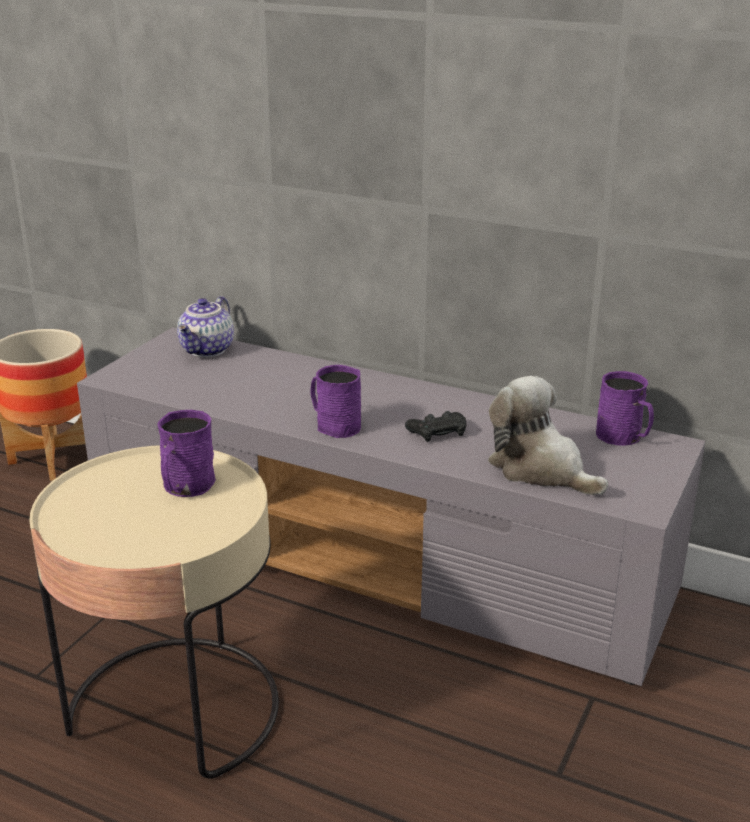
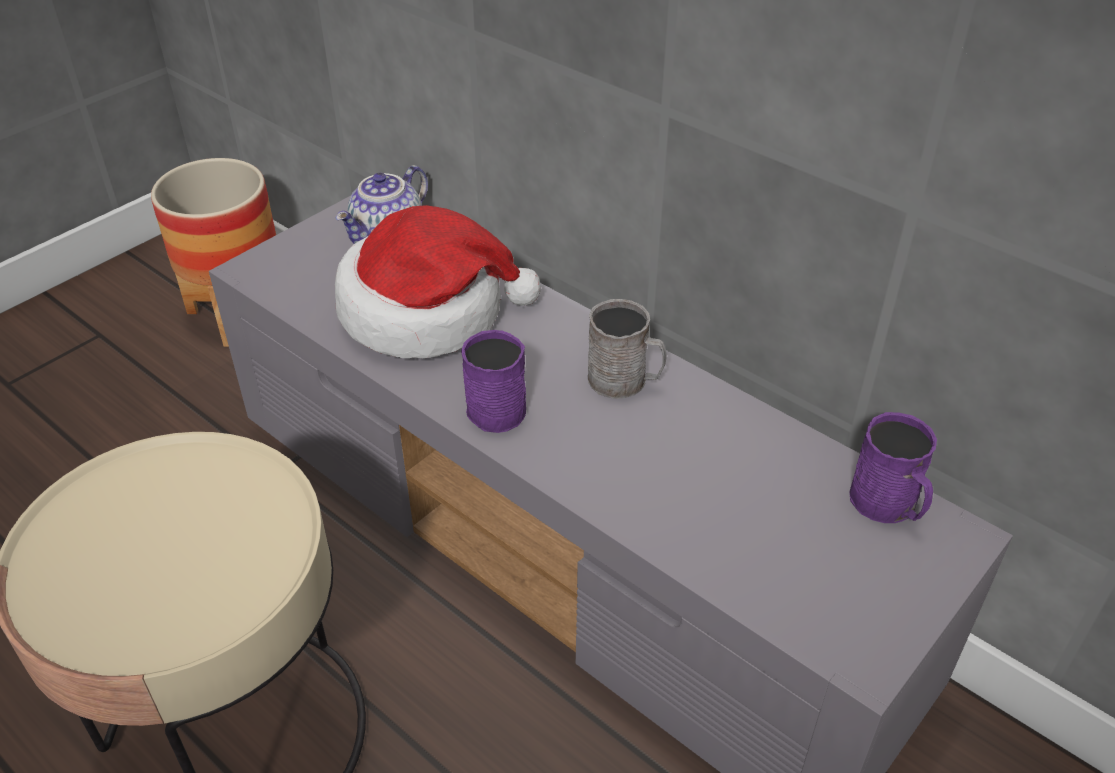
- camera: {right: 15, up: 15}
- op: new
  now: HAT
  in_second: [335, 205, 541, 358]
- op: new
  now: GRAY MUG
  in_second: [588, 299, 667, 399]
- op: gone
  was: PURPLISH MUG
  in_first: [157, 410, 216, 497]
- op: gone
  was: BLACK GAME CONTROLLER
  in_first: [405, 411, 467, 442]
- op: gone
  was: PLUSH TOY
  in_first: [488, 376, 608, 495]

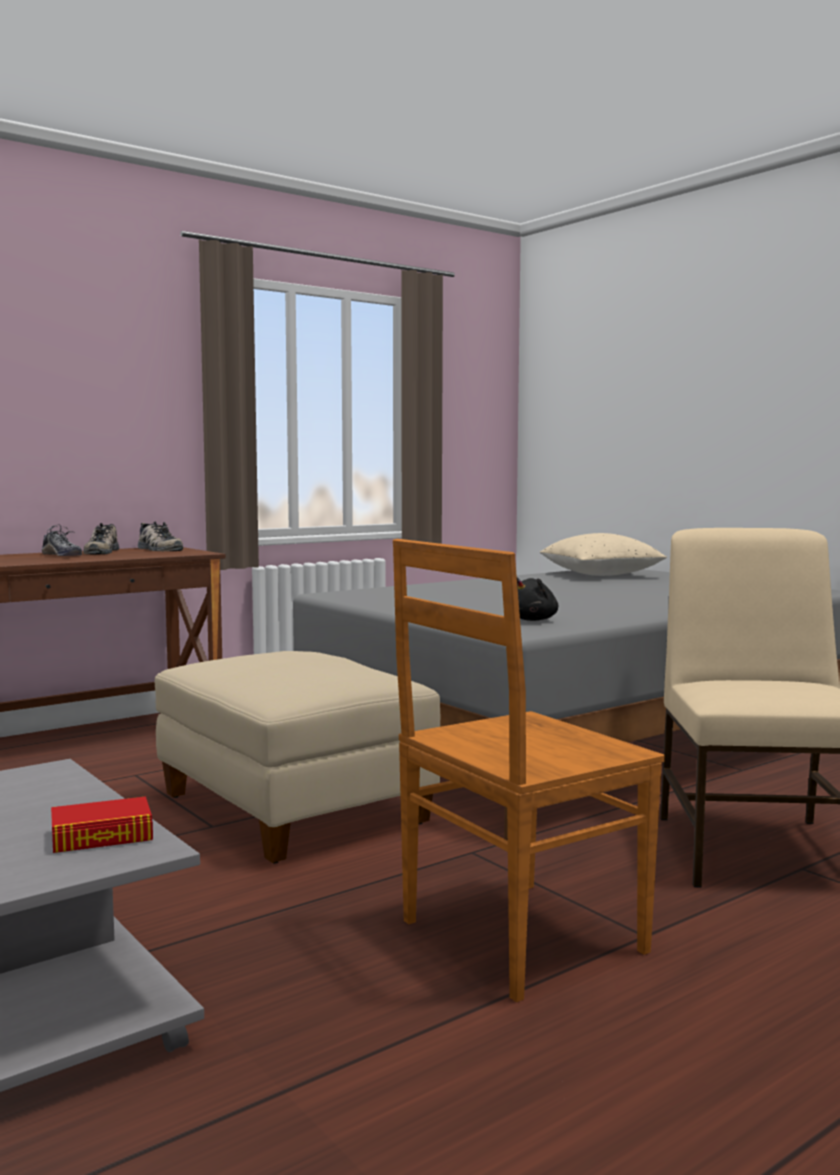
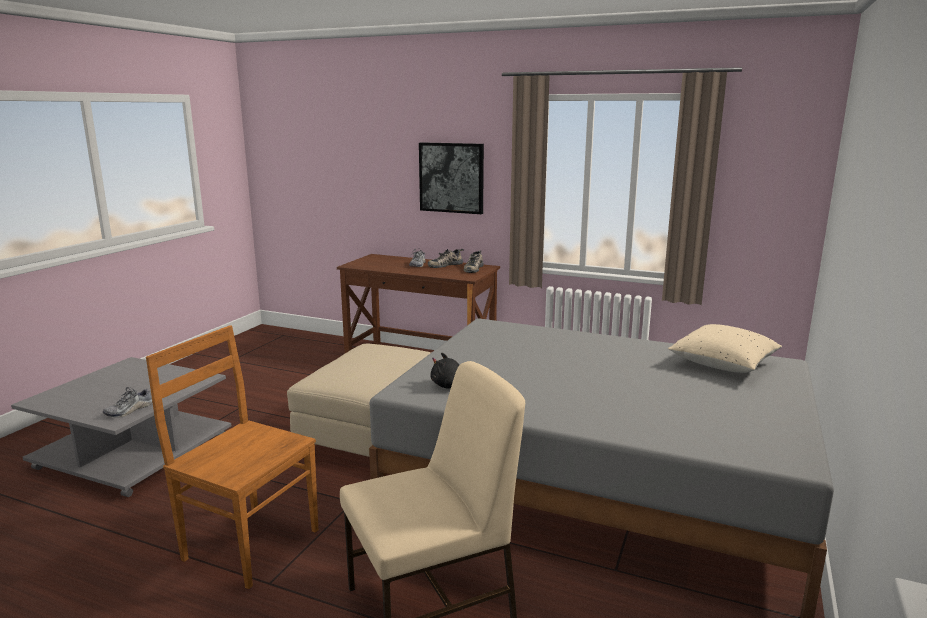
- camera: {right: 60, up: 10}
- op: swapped
  was: VOLUME
  now: LOW SHOE
  in_first: [51, 796, 153, 853]
  in_second: [103, 387, 152, 417]
- op: new
  now: PICTURE
  in_second: [419, 142, 484, 214]

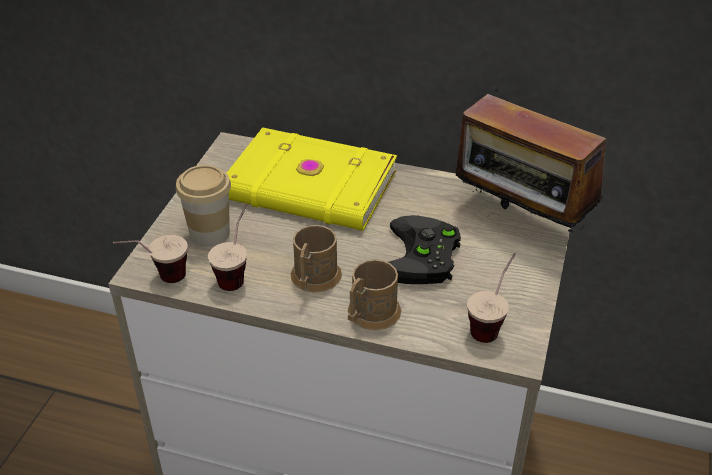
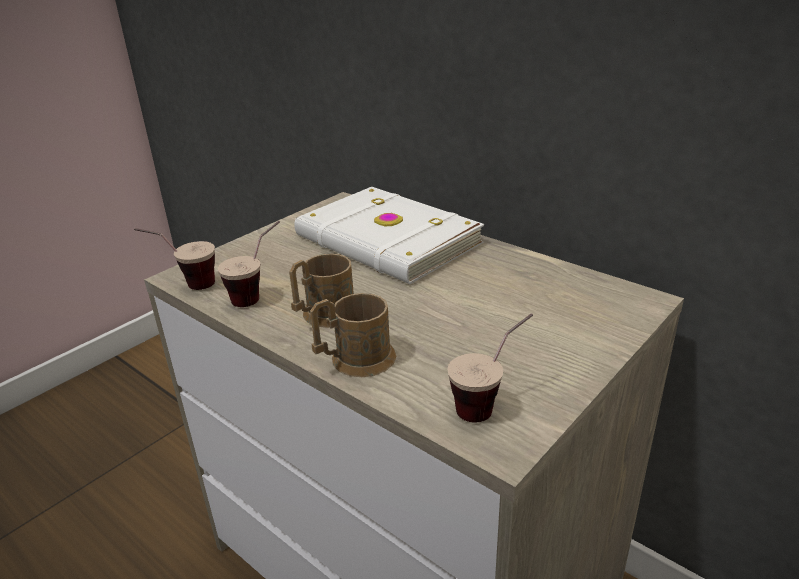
- camera: {right: 25, up: -10}
- op: repainted
  was: YELLOWISH VOLUME
  now: WHITE-COLOURED VOLUME
  in_first: [227, 127, 397, 231]
  in_second: [294, 187, 484, 284]
- op: gone
  was: DRINKING CUP
  in_first: [176, 165, 231, 247]
- op: gone
  was: BLACK GAME CONTROLLER
  in_first: [388, 215, 461, 284]
- op: gone
  was: RADIO RECEIVER
  in_first: [455, 90, 606, 232]

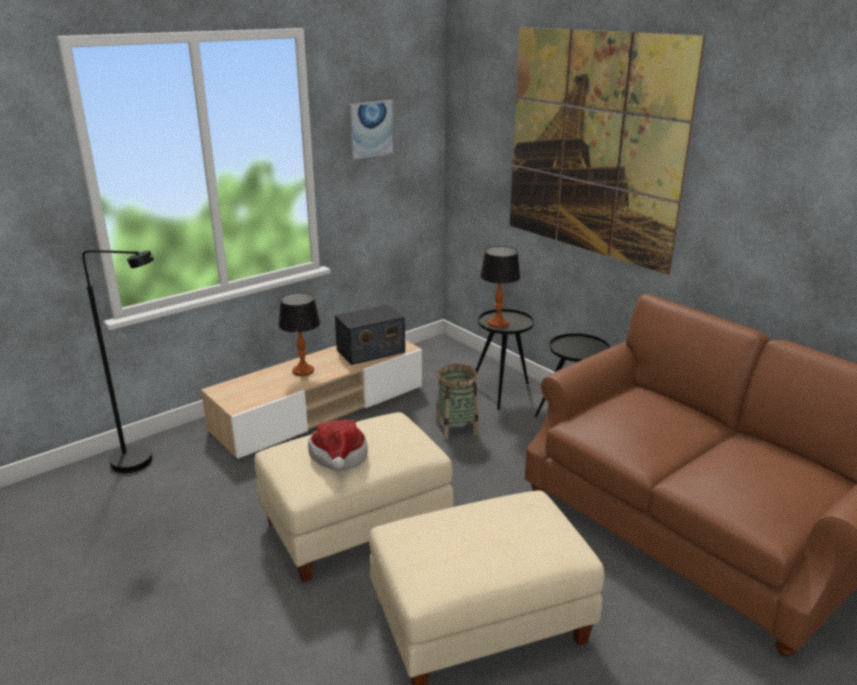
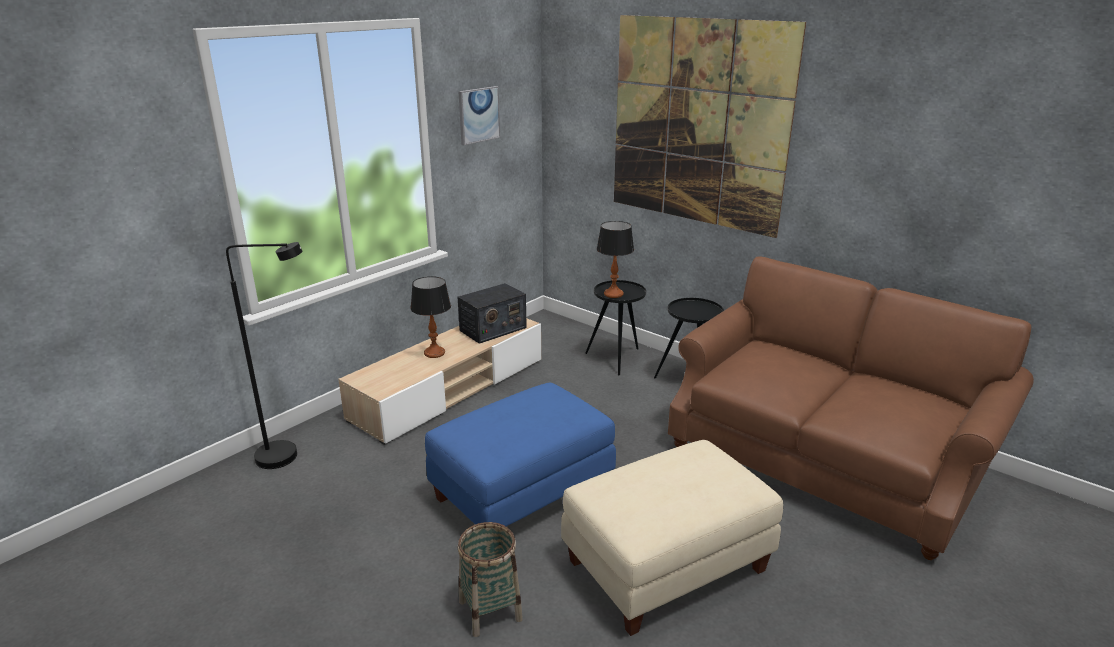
- camera: {right: -10, up: 0}
- op: repainted
  was: SAND-COLOURED FOOTREST
  now: BLUE FOOTREST
  in_first: [254, 412, 454, 583]
  in_second: [425, 382, 616, 526]
- op: shifted
  was: BASKET
  in_first: [436, 364, 479, 440]
  in_second: [458, 522, 523, 637]
- op: gone
  was: HAT
  in_first: [308, 420, 368, 471]

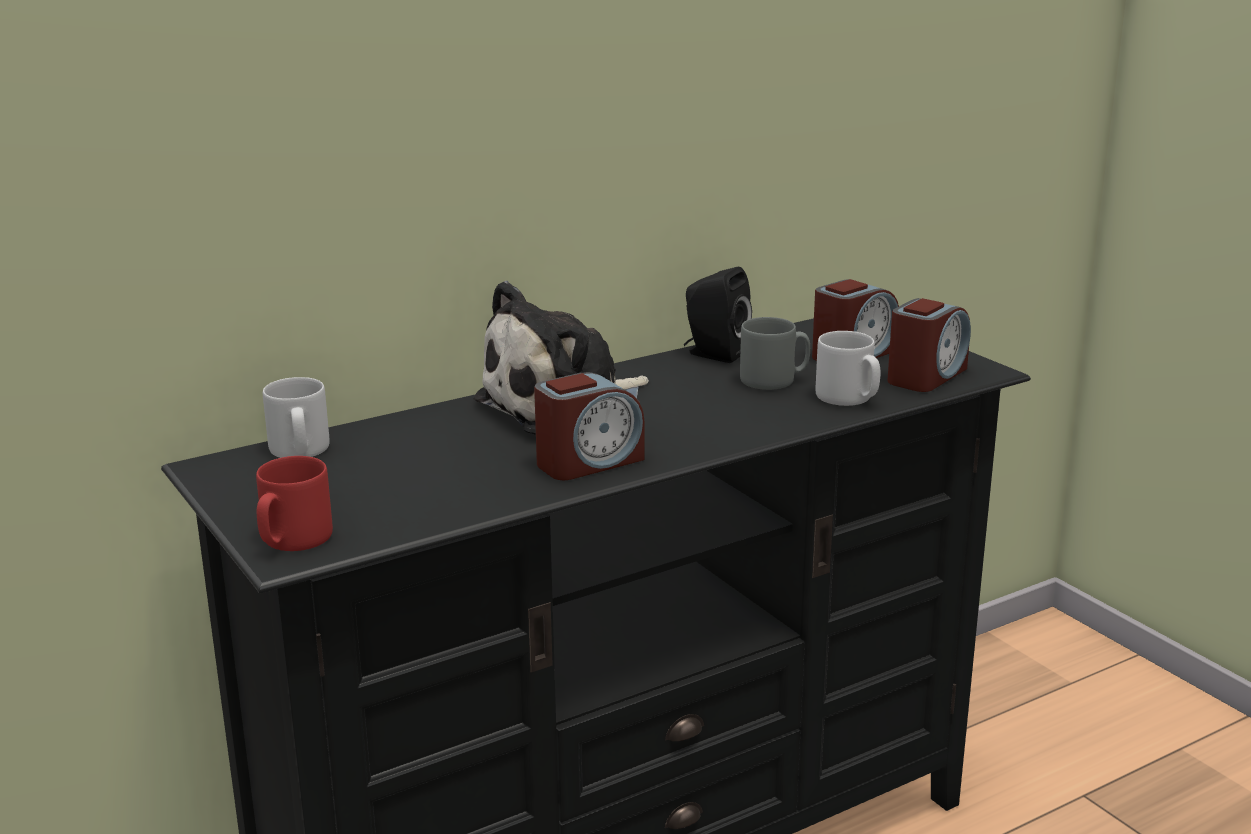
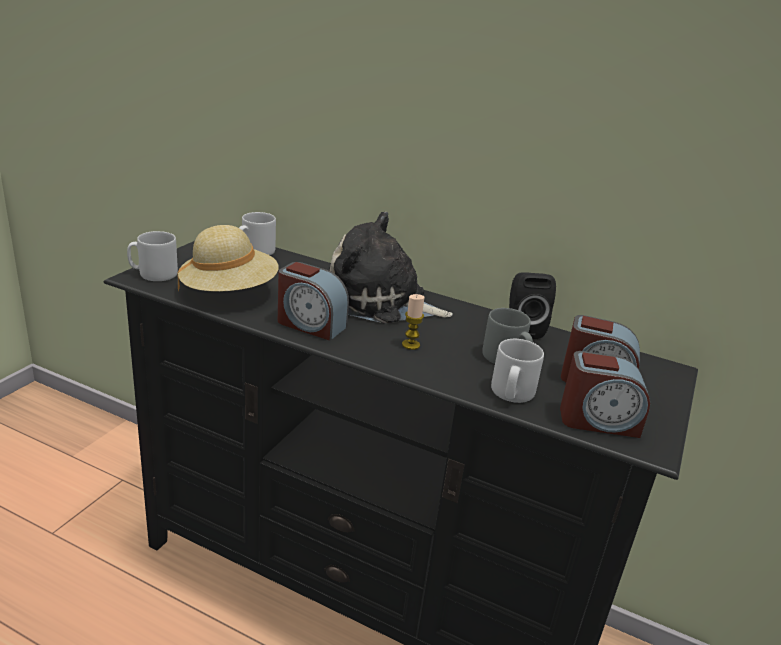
- camera: {right: 55, up: 5}
- op: repainted
  was: REDDISH MUG
  now: GRAY MUG
  in_first: [256, 456, 333, 551]
  in_second: [127, 231, 178, 281]
- op: new
  now: SAND-COLOURED HAT
  in_second: [177, 225, 278, 292]
- op: new
  now: CANDLE
  in_second: [402, 294, 424, 350]

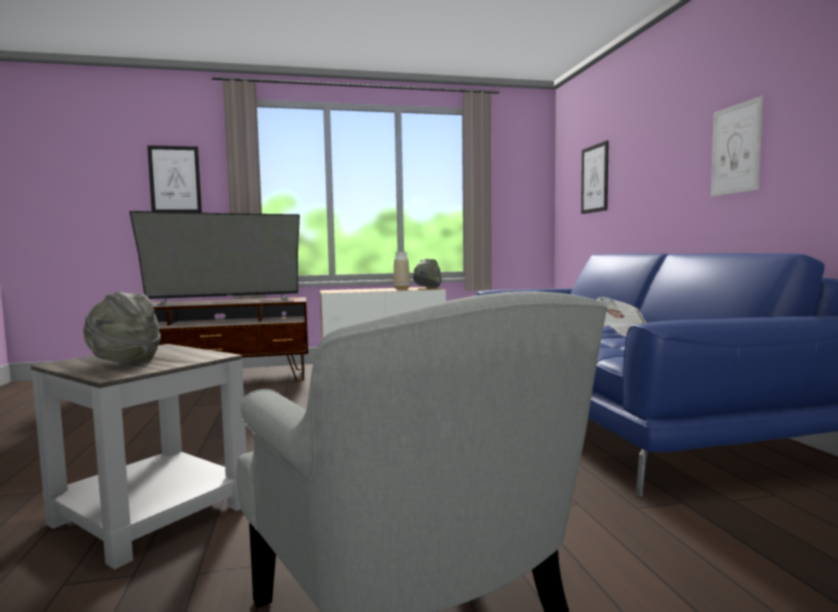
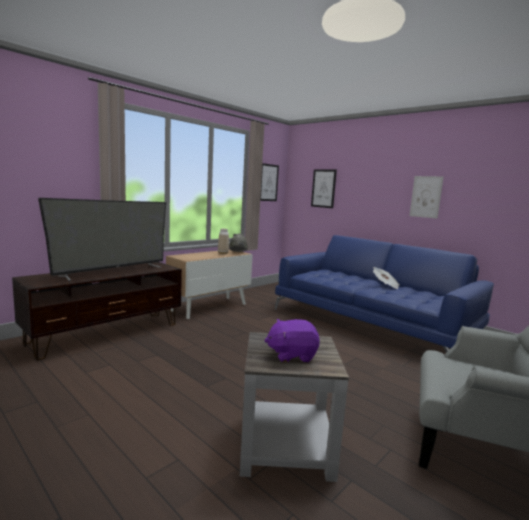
- camera: {right: -35, up: 5}
- op: shifted
  was: PICTURE
  in_first: [147, 145, 202, 213]
  in_second: [260, 163, 279, 201]
- op: swapped
  was: GRAY HAT
  now: PURPLISH PLUSH TOY
  in_first: [83, 292, 161, 364]
  in_second: [264, 319, 320, 362]

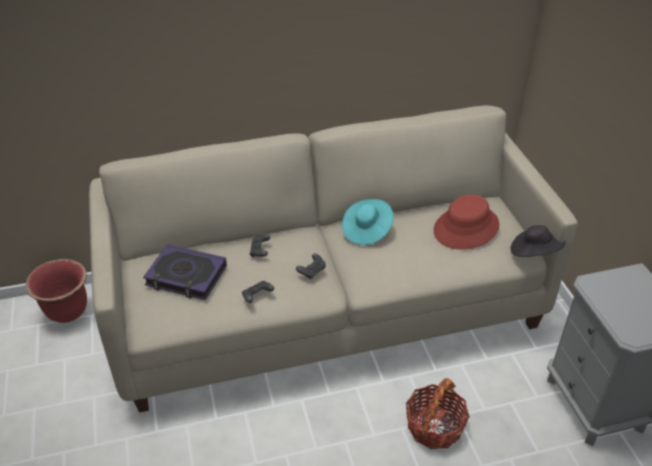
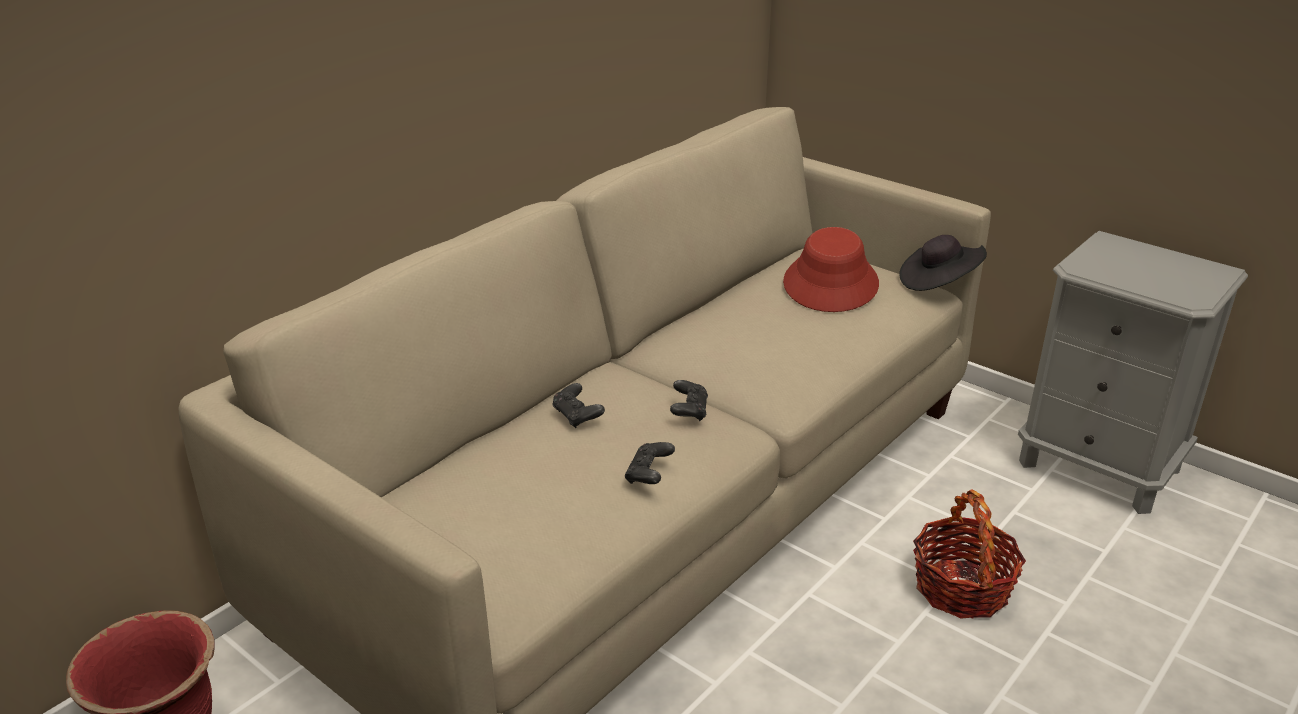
- camera: {right: -35, up: -10}
- op: gone
  was: VOLUME
  in_first: [143, 244, 227, 300]
- op: gone
  was: TURQUOISE HAT
  in_first: [342, 199, 394, 245]

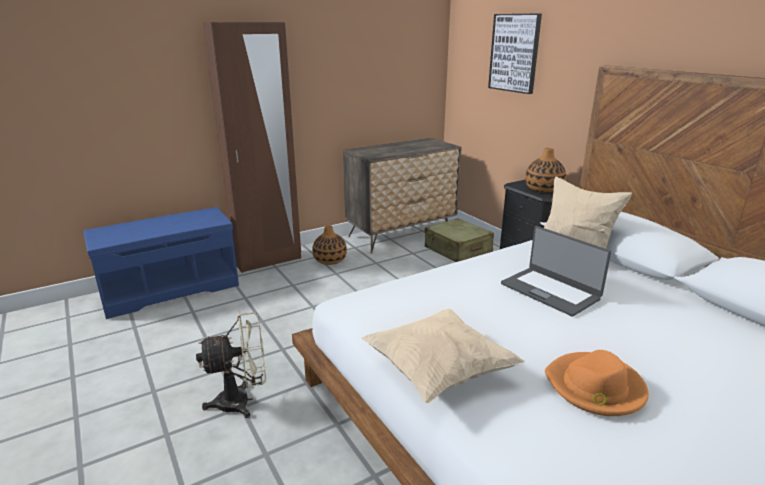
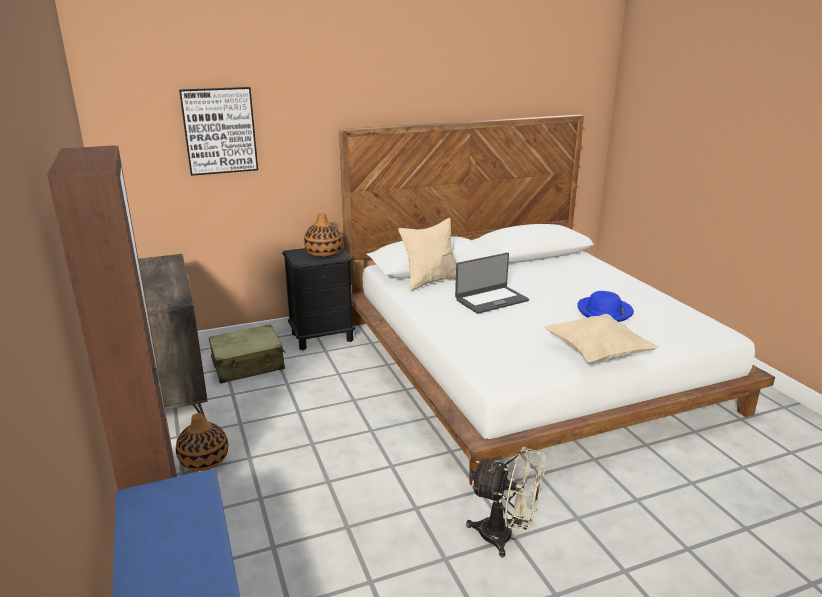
- camera: {right: -80, up: 0}
- op: rotated
  was: SAND-COLOURED ELECTRIC FAN
  in_first: [196, 312, 266, 418]
  in_second: [466, 447, 545, 557]
  clockwise: 120
- op: repainted
  was: ORANGE HAT
  now: BLUE HAT
  in_first: [545, 350, 649, 416]
  in_second: [577, 291, 634, 322]

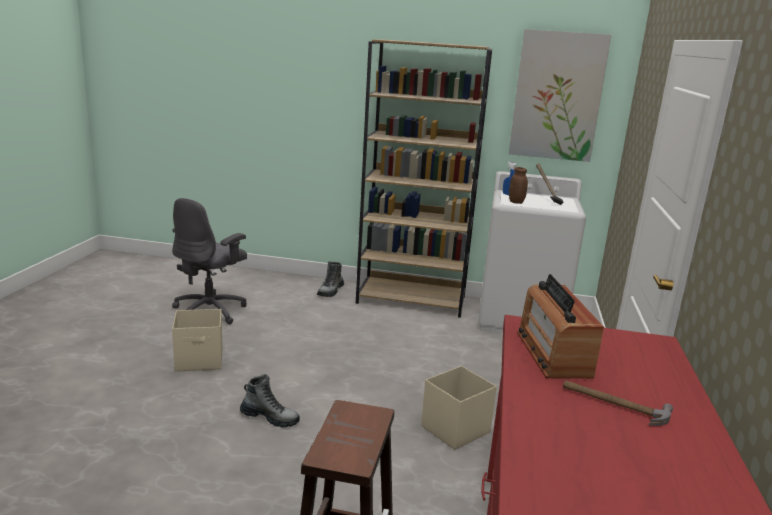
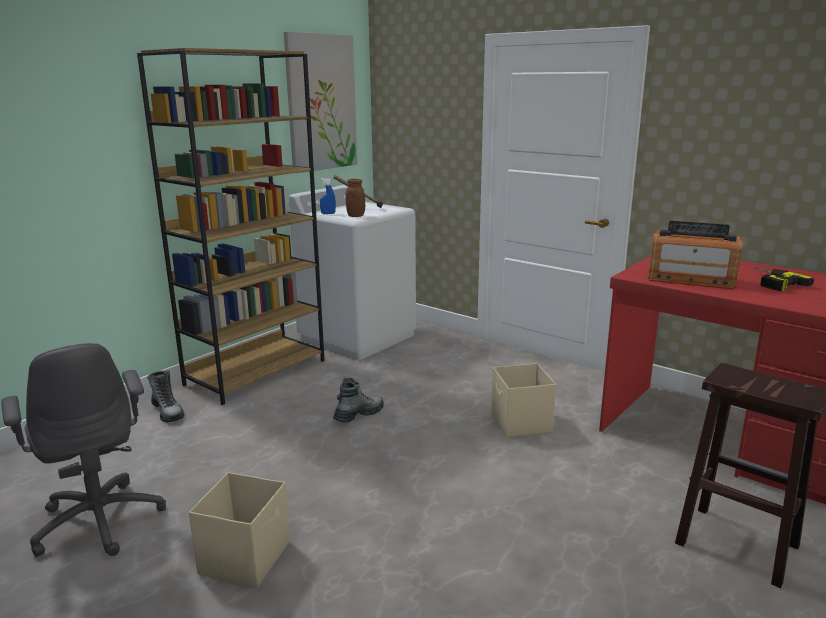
- camera: {right: -60, up: 0}
- op: shifted
  was: BOOT
  in_first: [240, 374, 300, 428]
  in_second: [333, 378, 384, 423]
- op: swapped
  was: HAND HAMMER
  now: ELECTRIC DRILL
  in_first: [563, 380, 673, 426]
  in_second: [754, 267, 814, 292]

